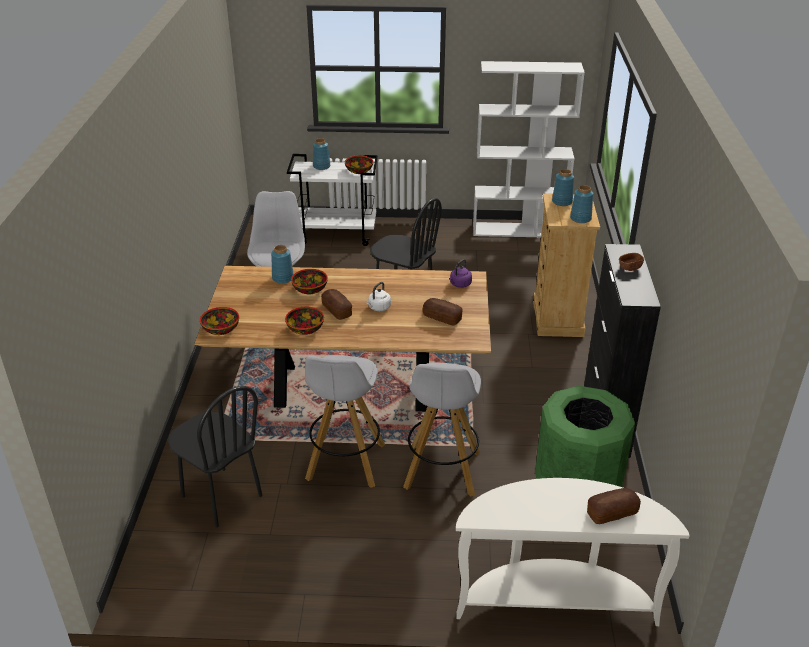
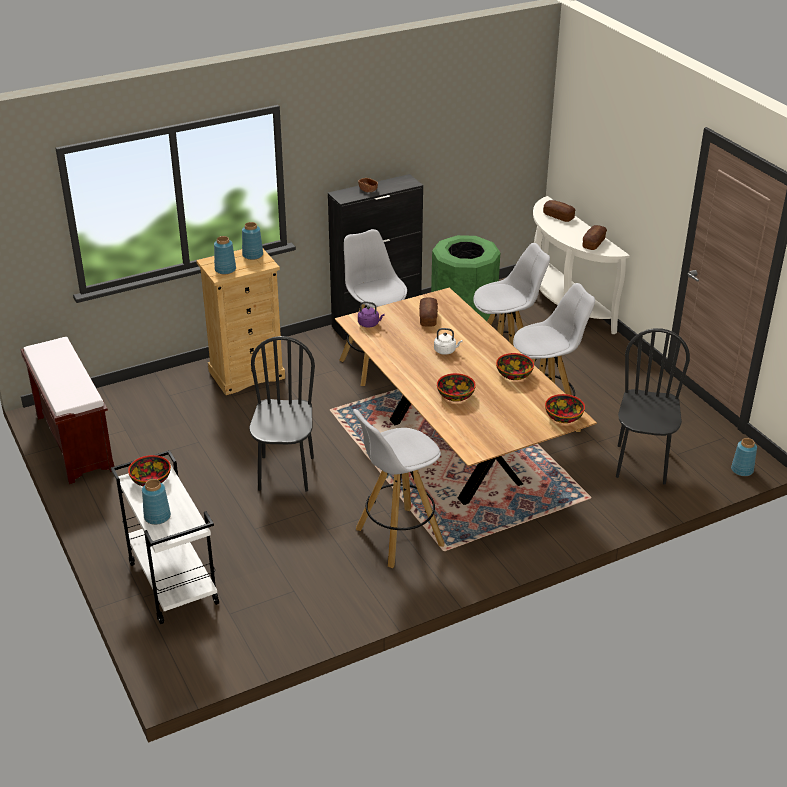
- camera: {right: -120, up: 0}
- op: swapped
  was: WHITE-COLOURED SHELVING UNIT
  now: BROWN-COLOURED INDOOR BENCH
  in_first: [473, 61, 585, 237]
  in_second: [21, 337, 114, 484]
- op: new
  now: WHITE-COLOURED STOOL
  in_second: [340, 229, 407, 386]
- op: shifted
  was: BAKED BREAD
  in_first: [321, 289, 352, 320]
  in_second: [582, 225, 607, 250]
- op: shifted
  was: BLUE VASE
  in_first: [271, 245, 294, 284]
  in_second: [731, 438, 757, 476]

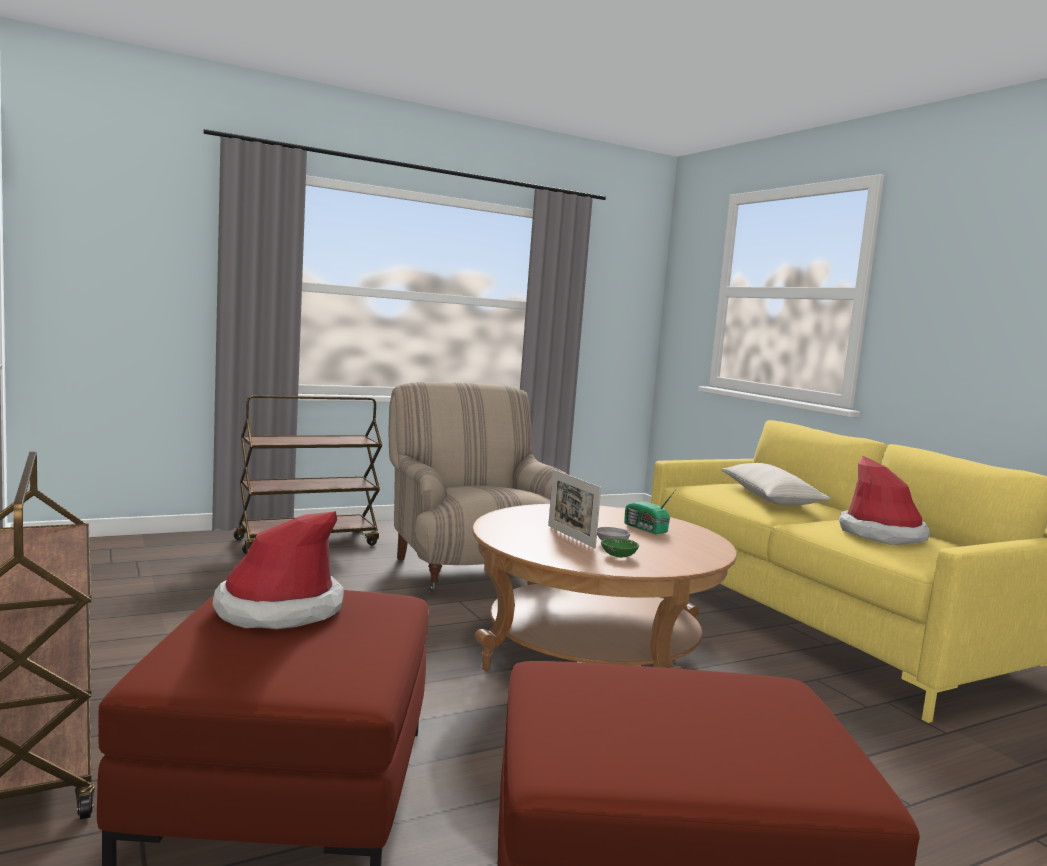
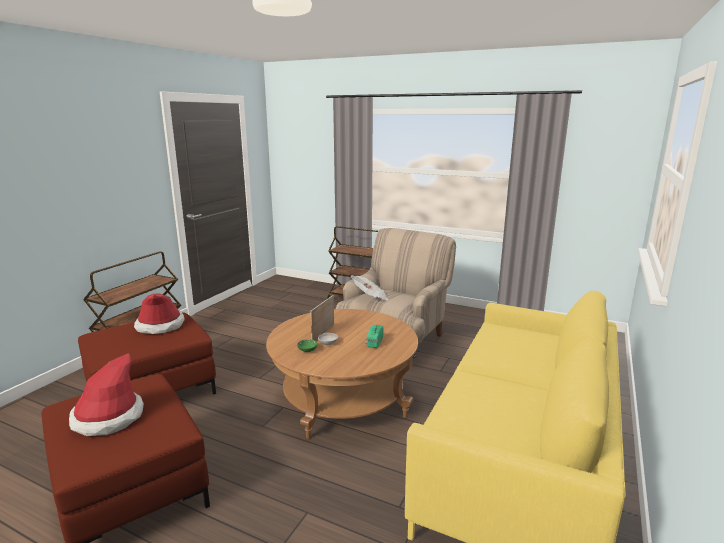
- camera: {right: 55, up: 10}
- op: shifted
  was: HAT
  in_first: [839, 456, 930, 545]
  in_second: [69, 353, 144, 436]
- op: new
  now: DAILY PAPER
  in_second: [351, 275, 388, 300]
- op: gone
  was: SAND-COLOURED PILLOW
  in_first: [721, 463, 831, 505]

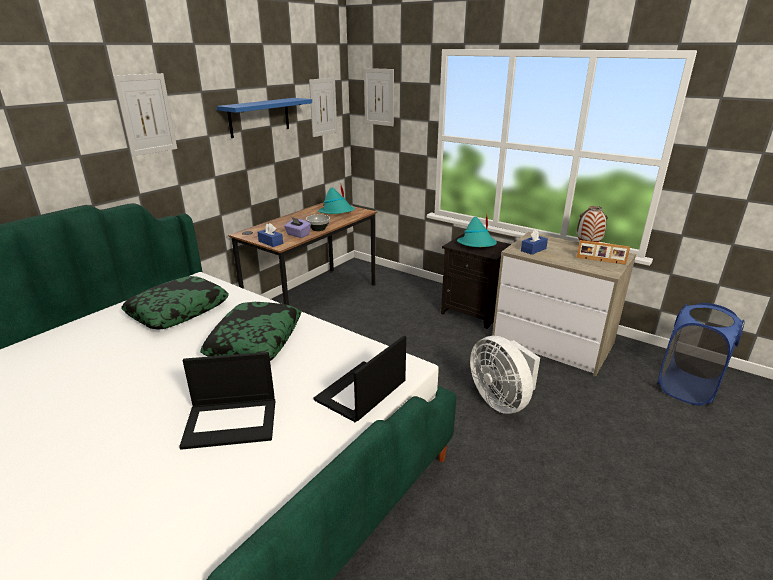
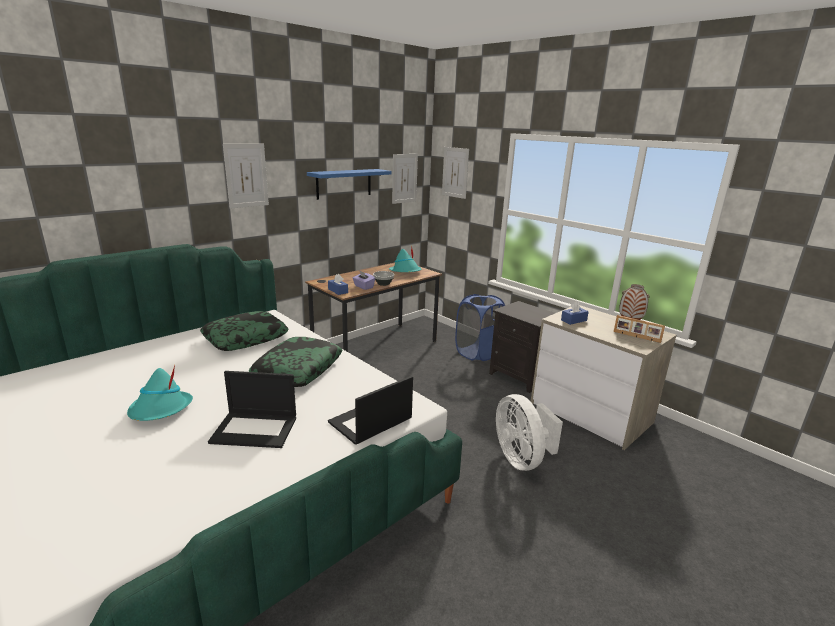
- camera: {right: 10, up: -5}
- op: shifted
  was: TURQUOISE HAT
  in_first: [457, 216, 497, 247]
  in_second: [127, 365, 193, 421]
- op: shifted
  was: BLUE WASHING BASKET
  in_first: [658, 303, 745, 406]
  in_second: [455, 294, 505, 361]

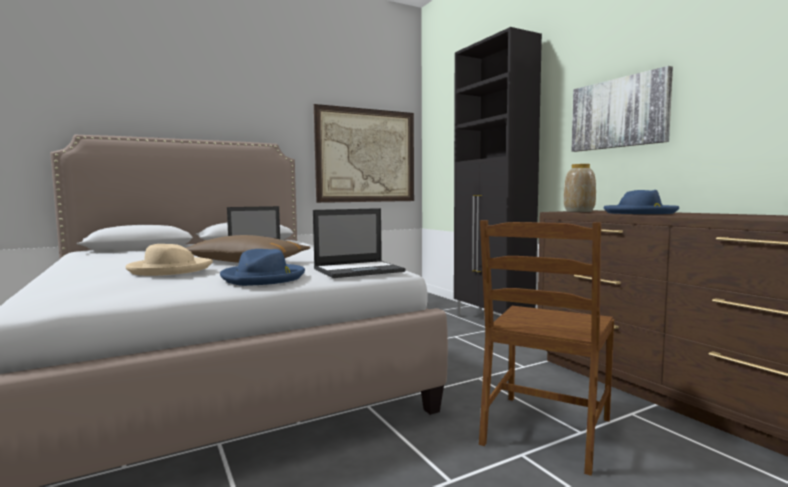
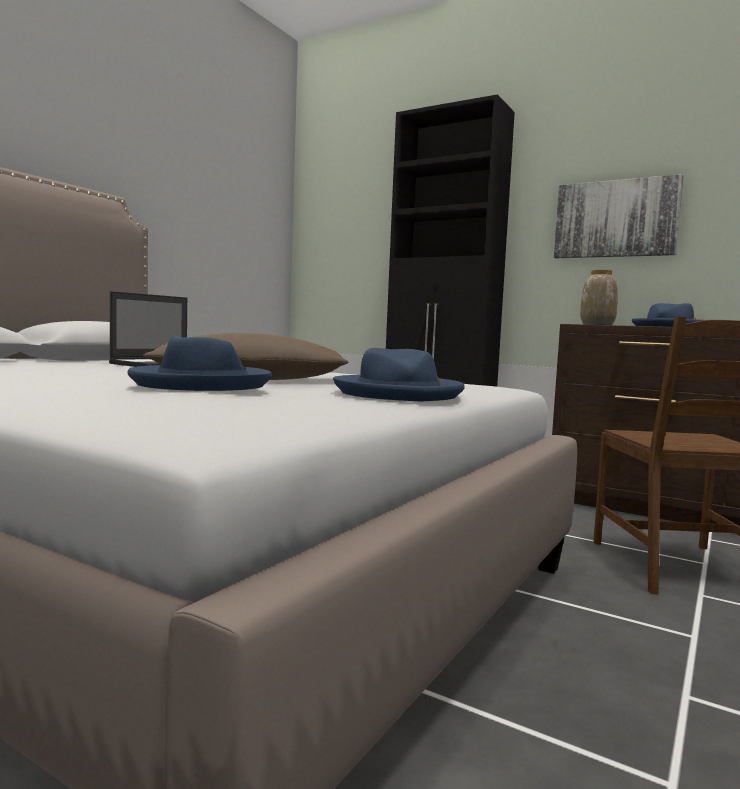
- camera: {right: -30, up: 0}
- op: repainted
  was: SAND-COLOURED HAT
  now: BLUE HAT
  in_first: [126, 244, 213, 276]
  in_second: [127, 336, 272, 391]
- op: gone
  was: LAPTOP
  in_first: [313, 208, 406, 278]
- op: gone
  was: PICTURE
  in_first: [314, 104, 414, 203]

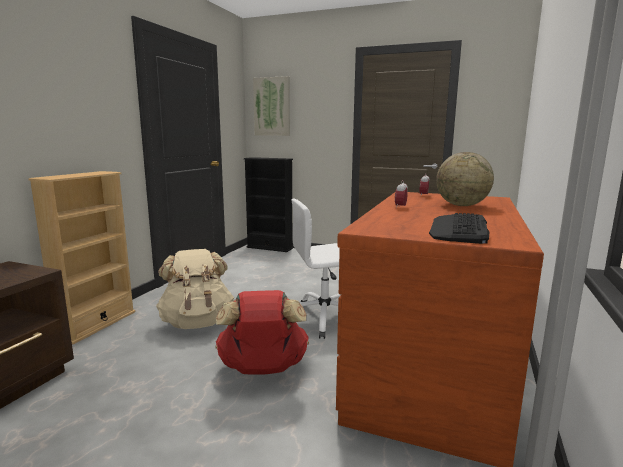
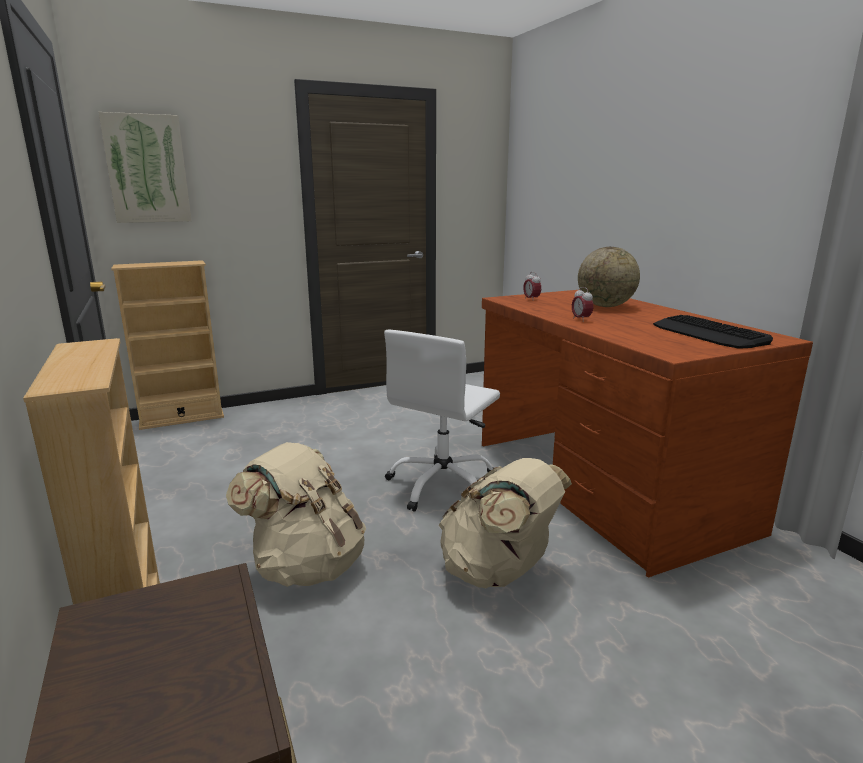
- camera: {right: -45, up: 5}
- op: repainted
  was: BLACK SHELVING UNIT
  now: SAND-COLOURED SHELVING UNIT
  in_first: [244, 157, 293, 252]
  in_second: [111, 260, 224, 430]
- op: repainted
  was: REDDISH BACKPACK
  now: SAND-COLOURED BACKPACK
  in_first: [215, 290, 309, 375]
  in_second: [439, 458, 572, 588]

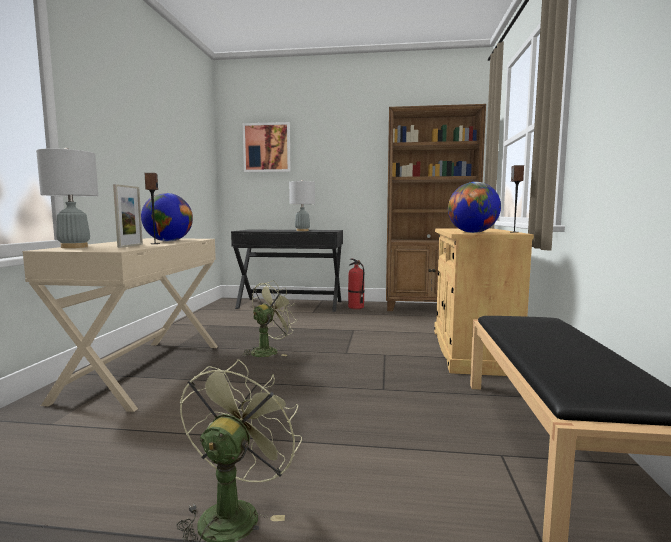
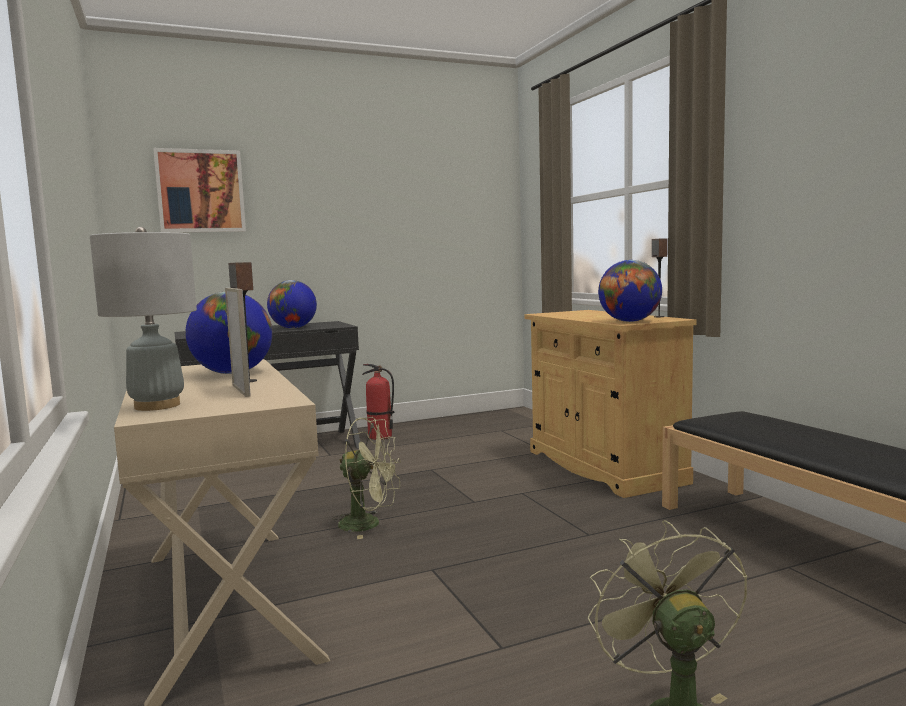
- camera: {right: -30, up: 0}
- op: swapped
  was: GRAY TABLE LAMP
  now: WORLD GLOBE
  in_first: [289, 180, 315, 231]
  in_second: [267, 280, 317, 329]
- op: rotated
  was: GREEN ELECTRIC FAN
  in_first: [241, 280, 297, 357]
  in_second: [333, 417, 401, 539]
  clockwise: 90
- op: gone
  was: BROWN-COLOURED SHELVING UNIT
  in_first: [386, 104, 486, 311]

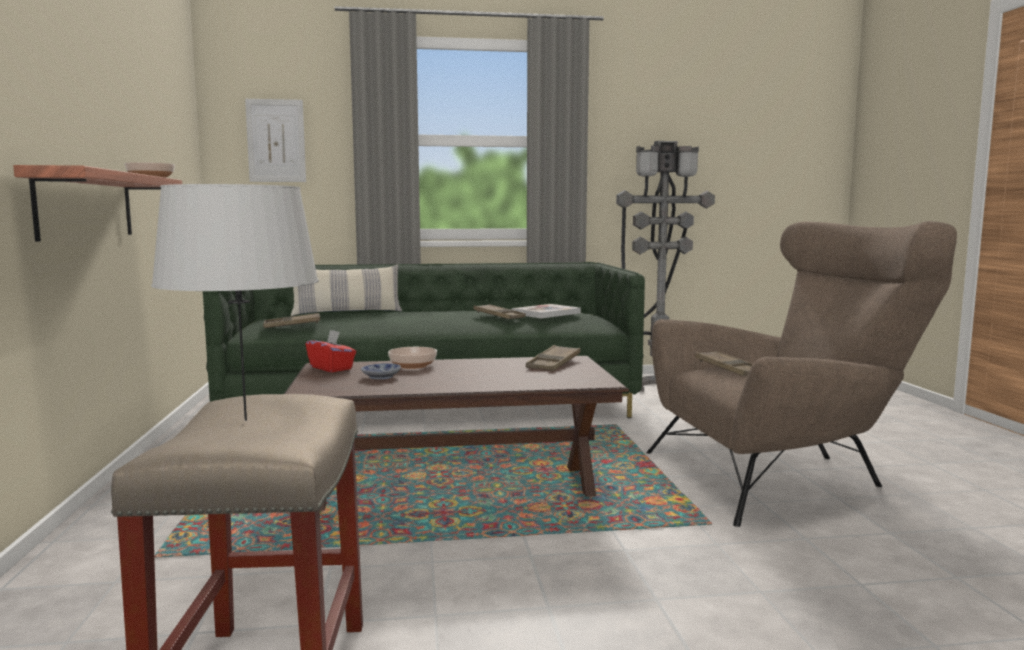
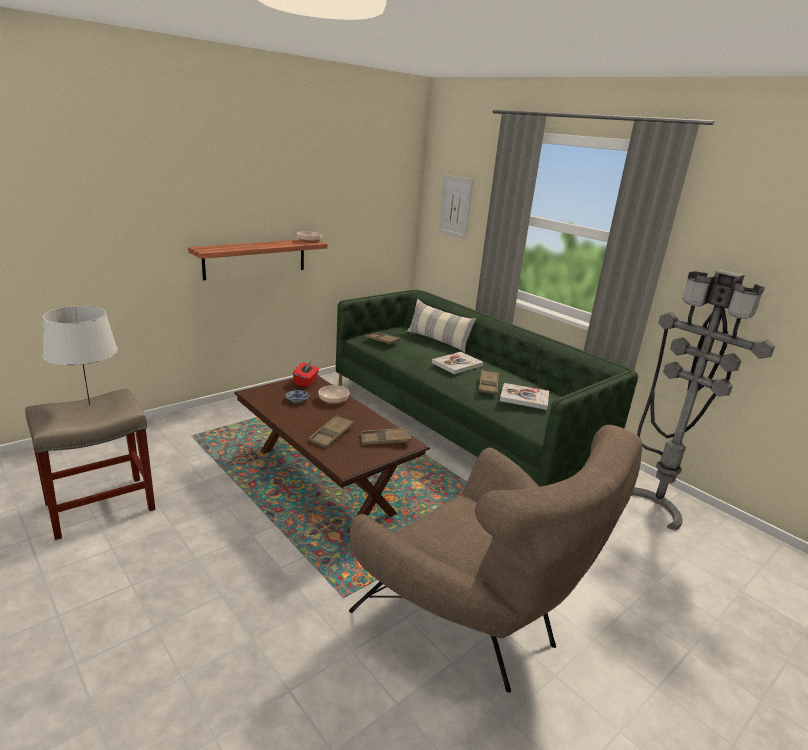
- camera: {right: 55, up: 15}
- op: shifted
  was: BROWN-COLOURED CARRYING TRAY
  in_first: [695, 351, 753, 376]
  in_second: [308, 415, 354, 448]
- op: new
  now: VOLUME
  in_second: [432, 352, 483, 374]

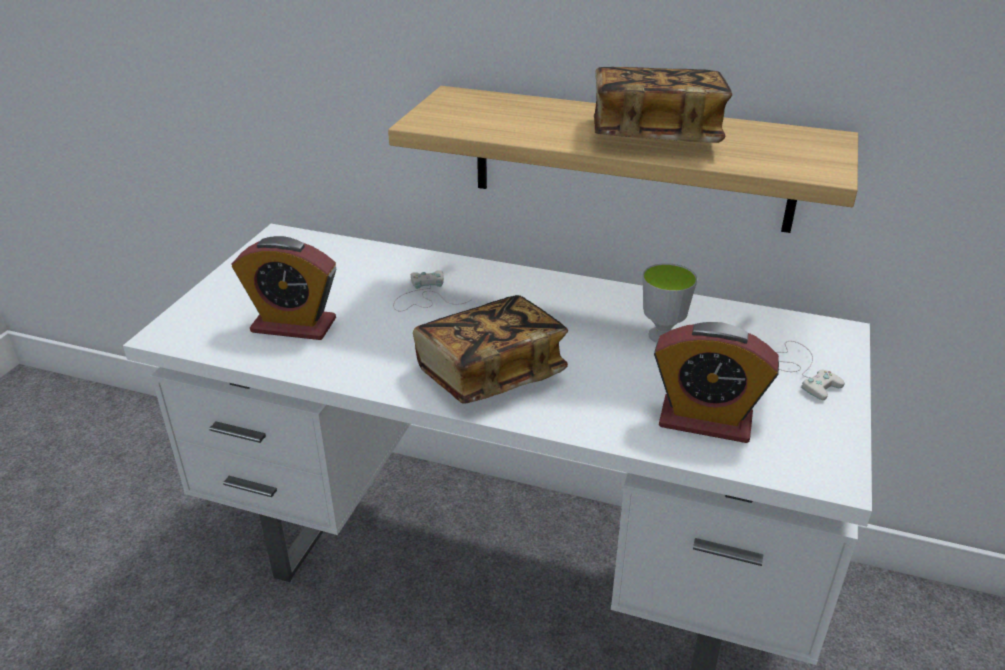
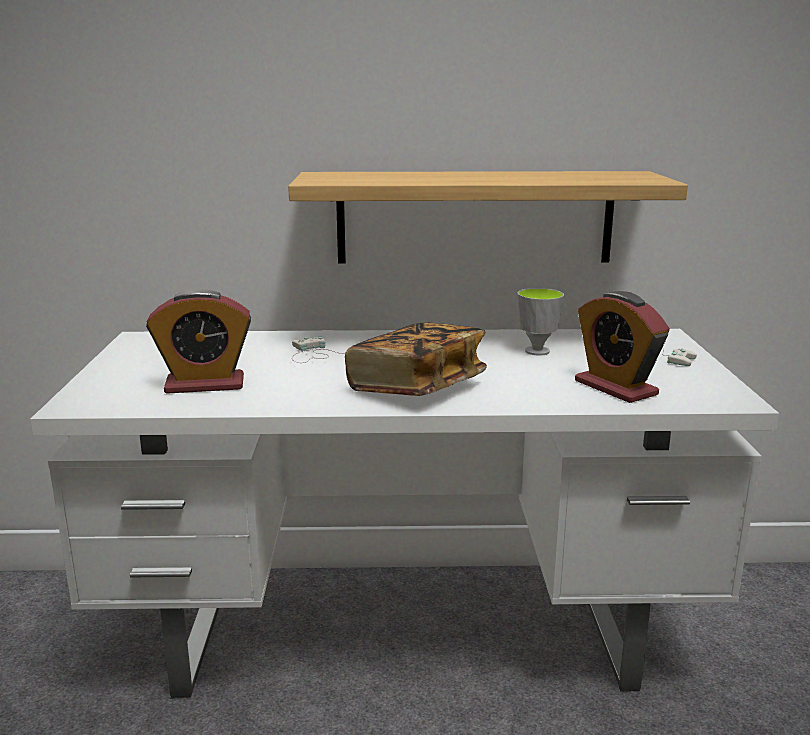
- camera: {right: -20, up: -15}
- op: rotated
  was: TABLE CLOCK
  in_first: [654, 322, 779, 443]
  in_second: [575, 291, 670, 403]
  clockwise: 60
- op: gone
  was: VOLUME
  in_first: [594, 67, 732, 143]

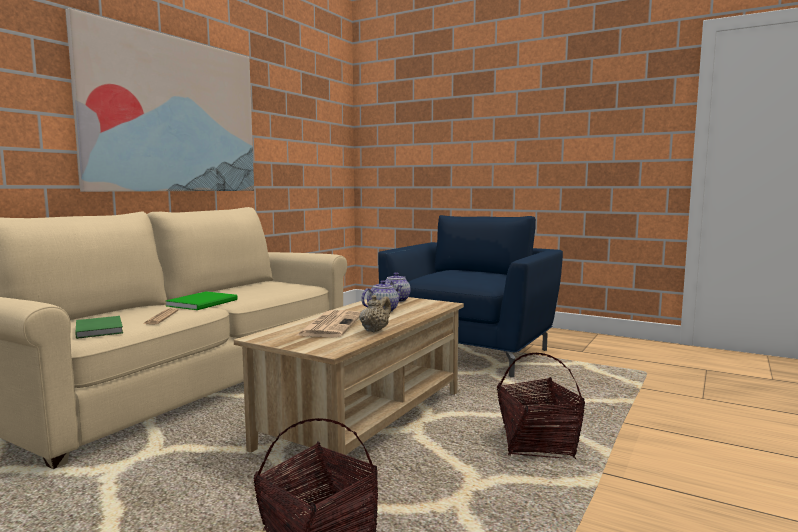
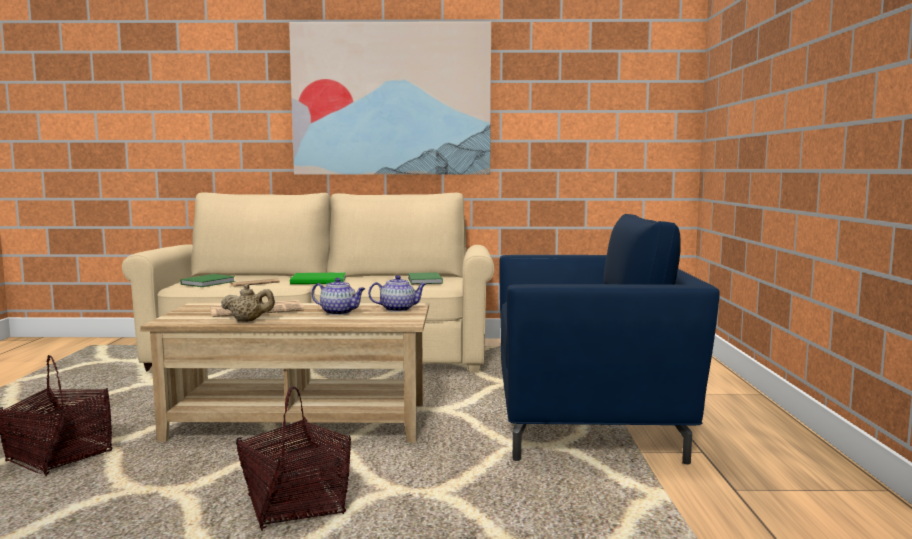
- camera: {right: 60, up: 0}
- op: new
  now: GREEN VOLUME
  in_second: [408, 272, 443, 284]

